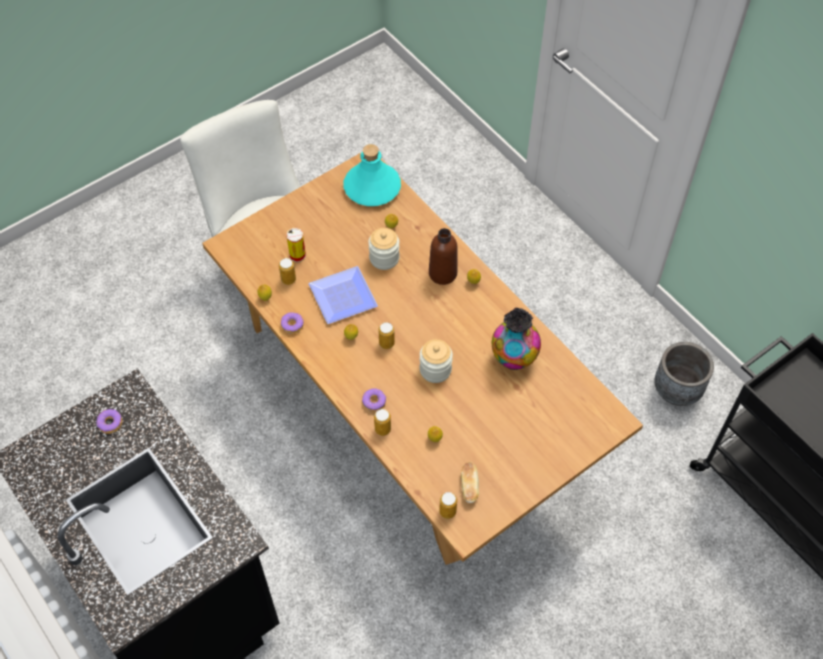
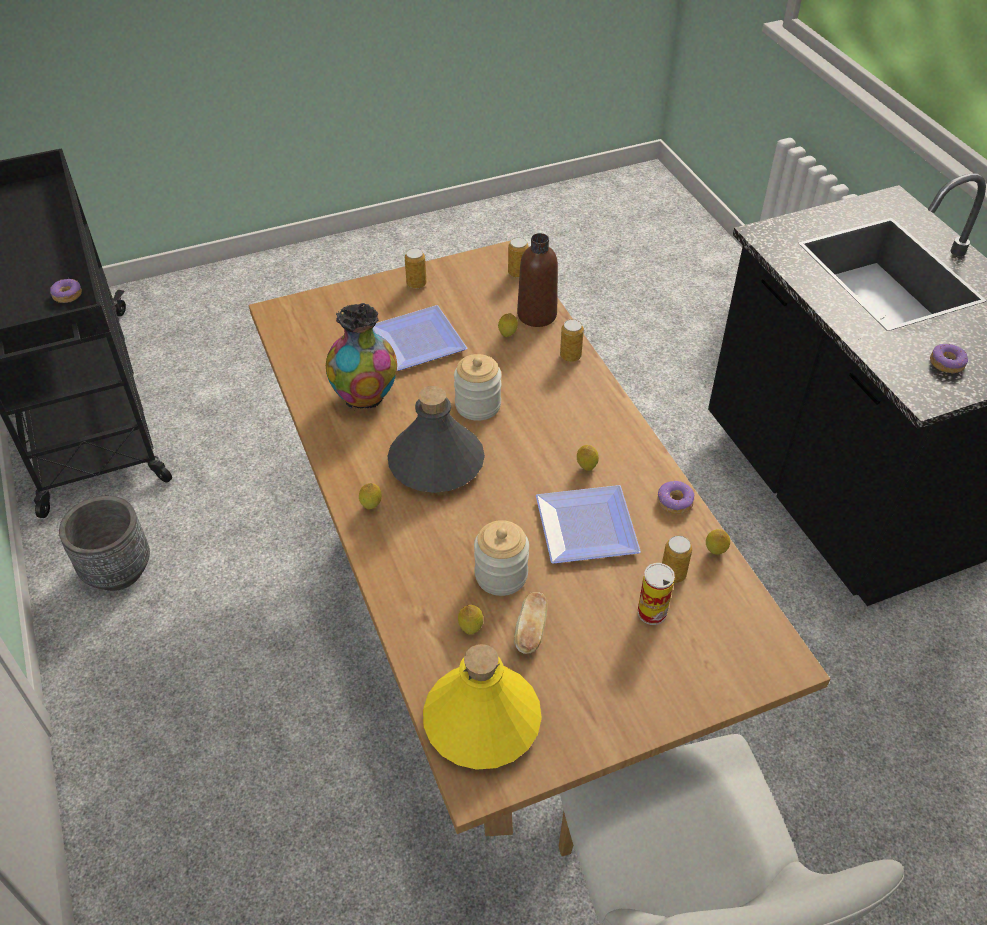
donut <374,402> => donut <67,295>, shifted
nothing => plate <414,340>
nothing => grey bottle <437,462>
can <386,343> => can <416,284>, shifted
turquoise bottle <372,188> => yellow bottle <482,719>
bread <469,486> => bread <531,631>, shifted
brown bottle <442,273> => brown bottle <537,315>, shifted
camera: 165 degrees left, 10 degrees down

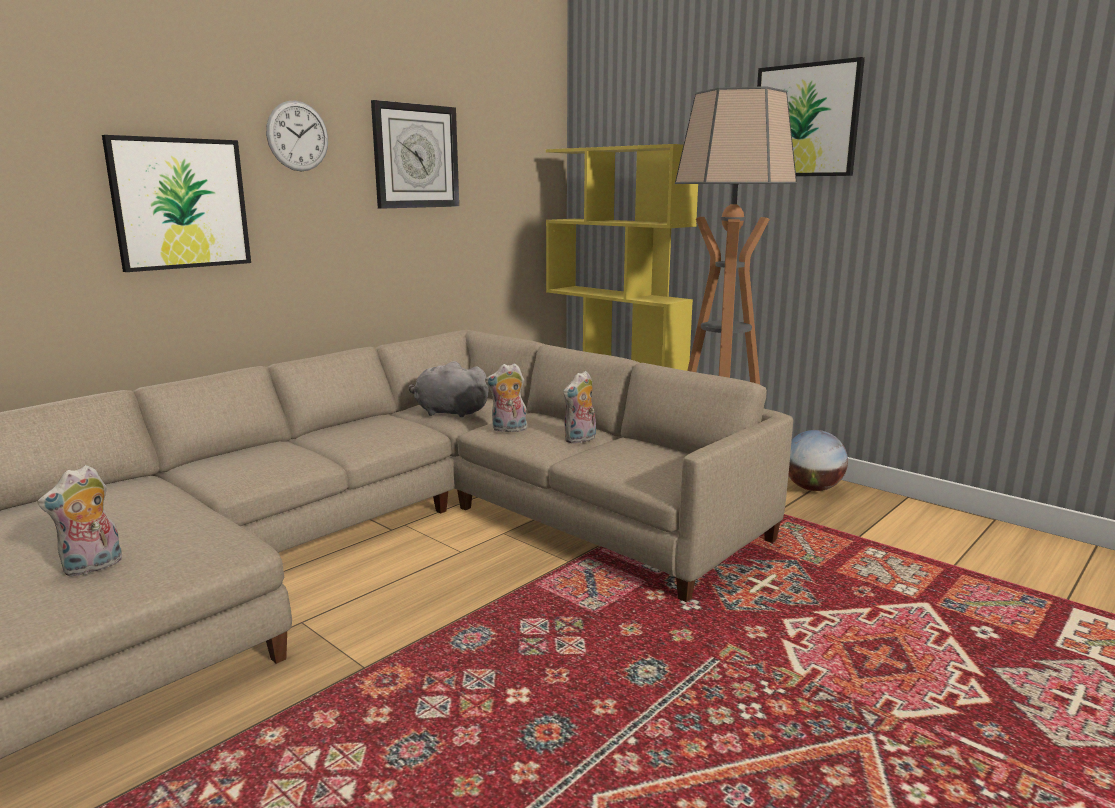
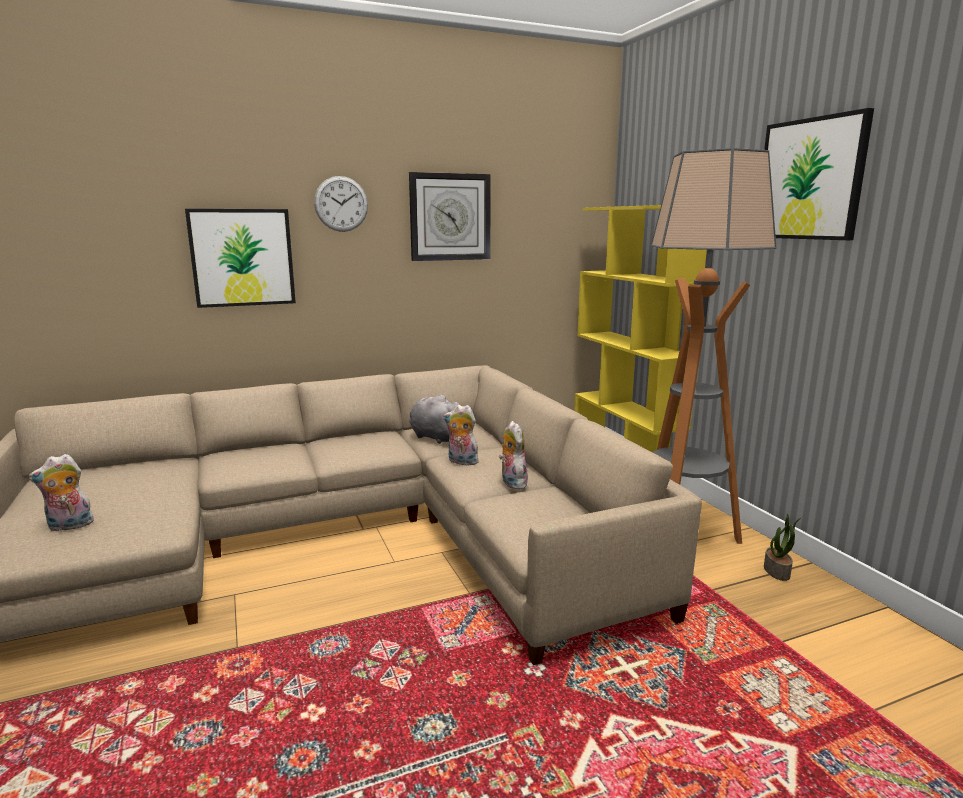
plush toy <580,440> => plush toy <511,483>, 90 degrees clockwise
globe <812,488> => potted plant <777,571>
camera: 25 degrees right, 0 degrees up

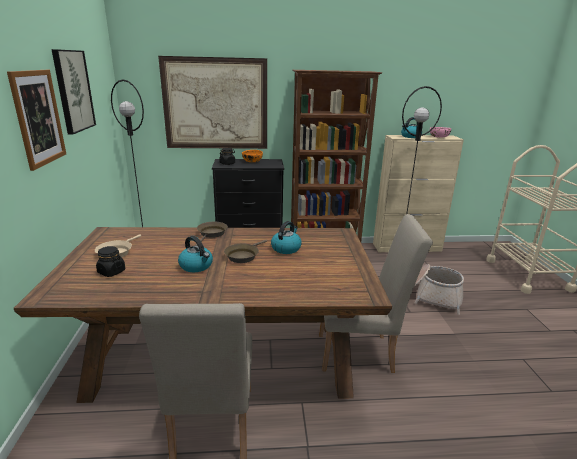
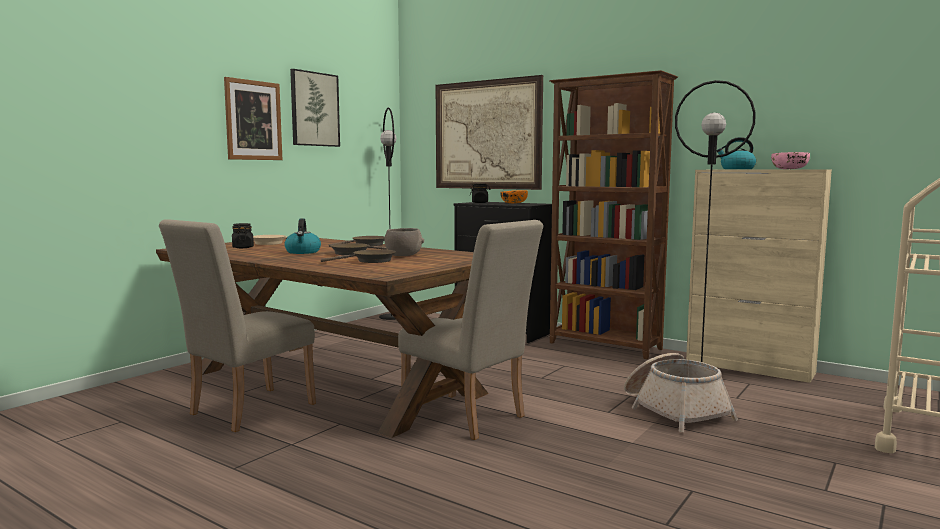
nothing => brown frying pan <370,261>
kettle <286,248> => grey bowl <403,255>
camera: 40 degrees right, 15 degrees down

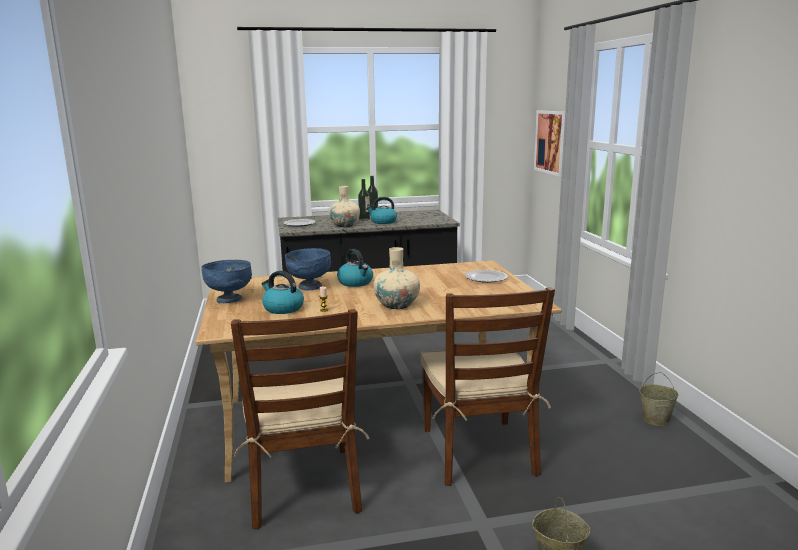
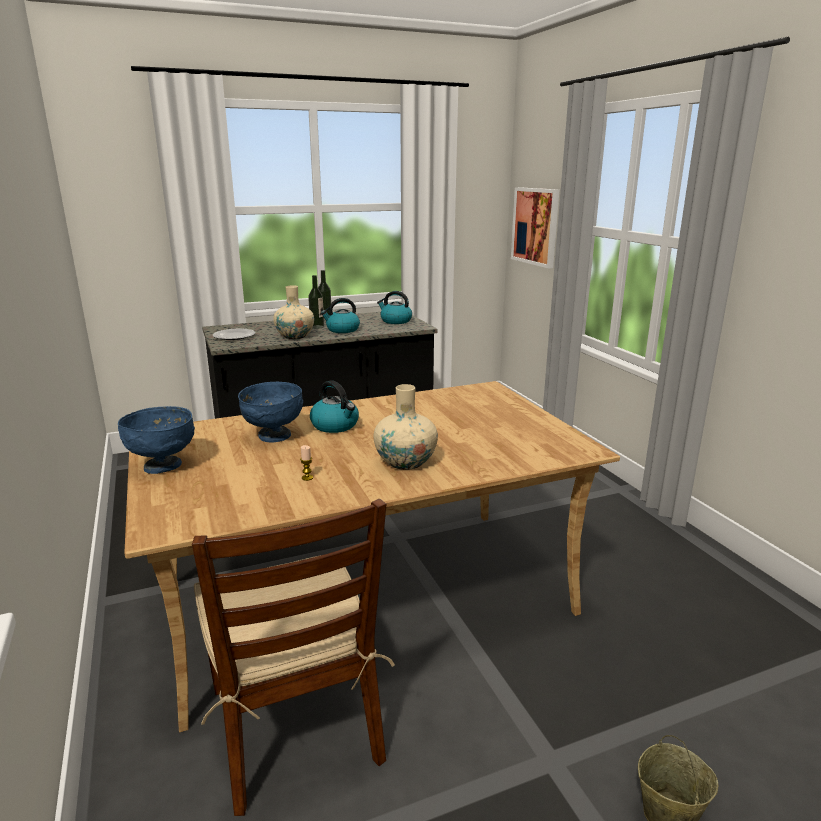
kettle <282,308> => kettle <395,321>, shifted
brown chair <479,451> => nothing
plate <486,278> => nothing
beige bucket <656,419> => nothing
camera: 10 degrees left, 5 degrees up

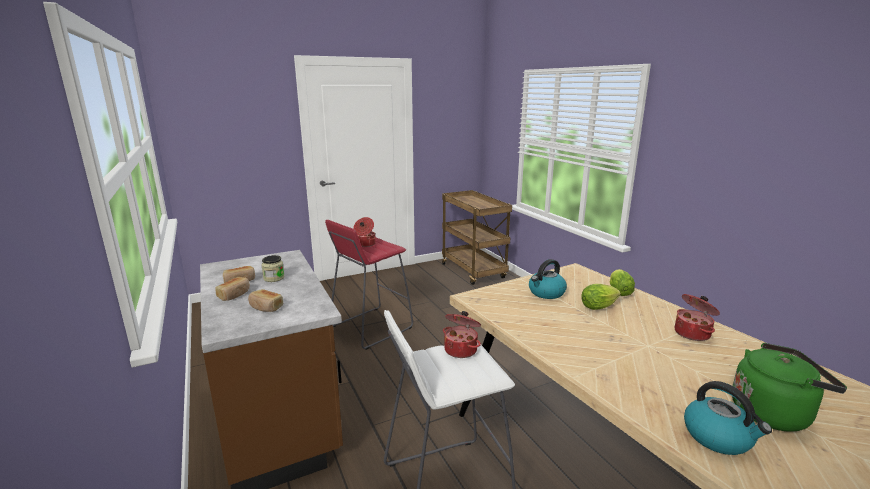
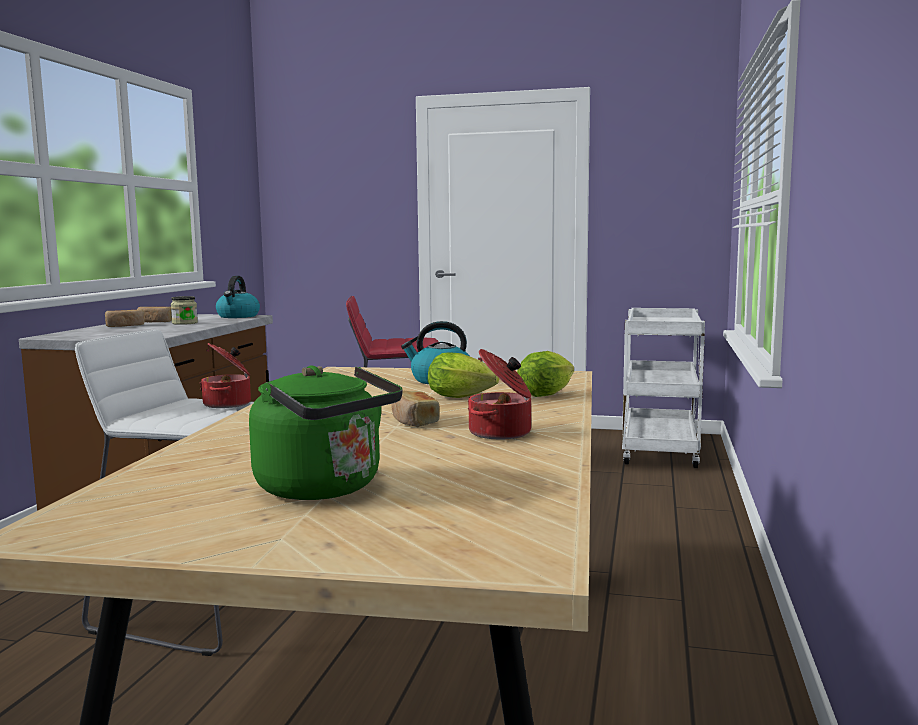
kettle <718,437> => kettle <238,316>, shifted
bread <266,307> => bread <413,421>, shifted
brown cart <474,271> => white cart <661,452>
cooking pot <365,244> => nothing
camera: 40 degrees right, 10 degrees down

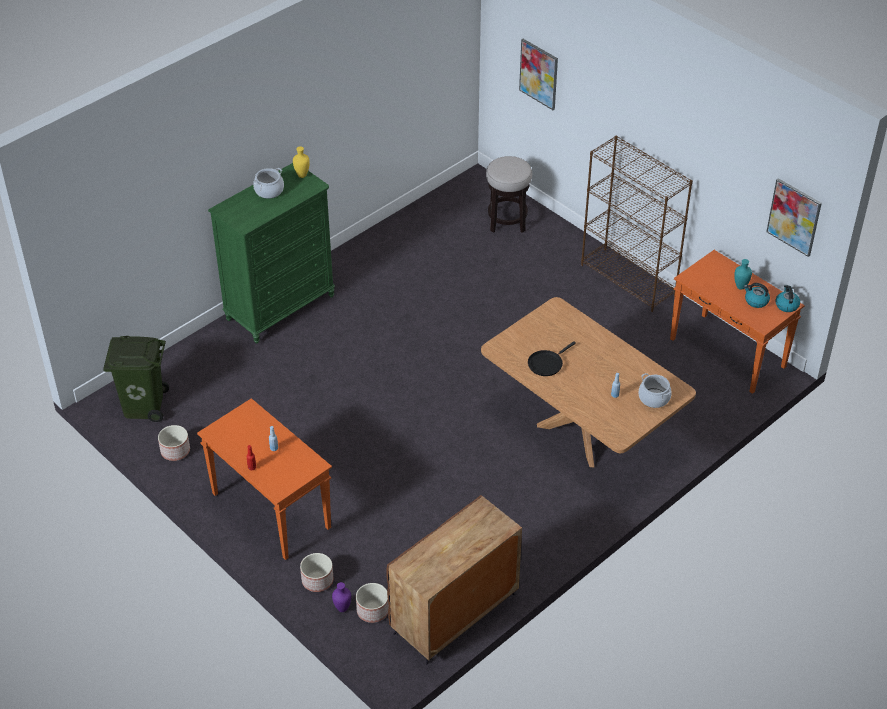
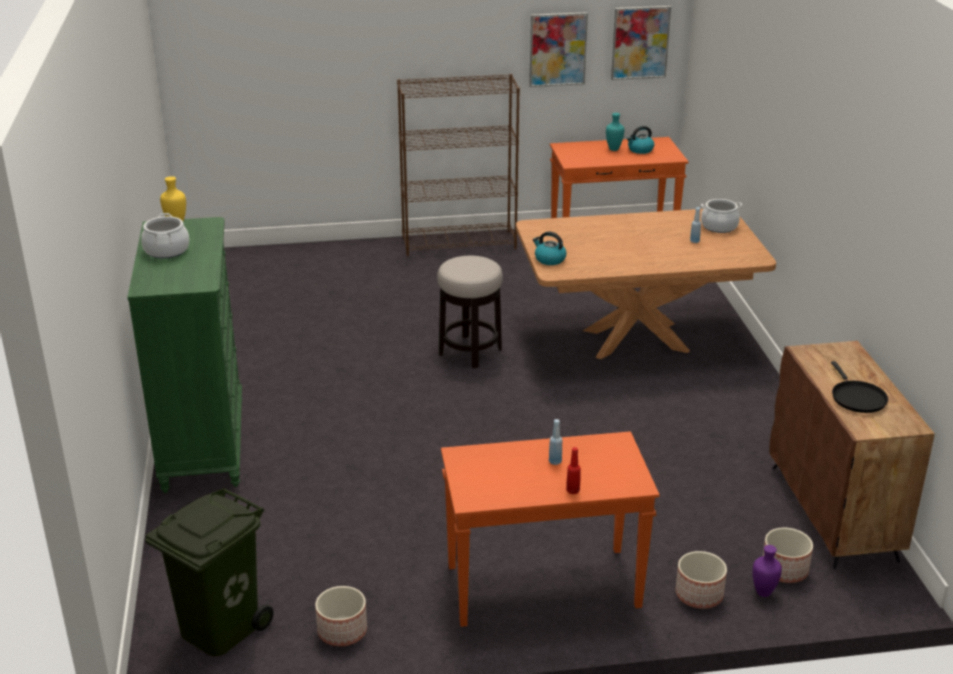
stool <507,221> => stool <470,352>, shifted
picture <539,74> => picture <557,49>, shifted
kettle <786,305> => kettle <549,259>, shifted
black frying pan <546,363> => black frying pan <856,398>, shifted
camera: 55 degrees left, 15 degrees down

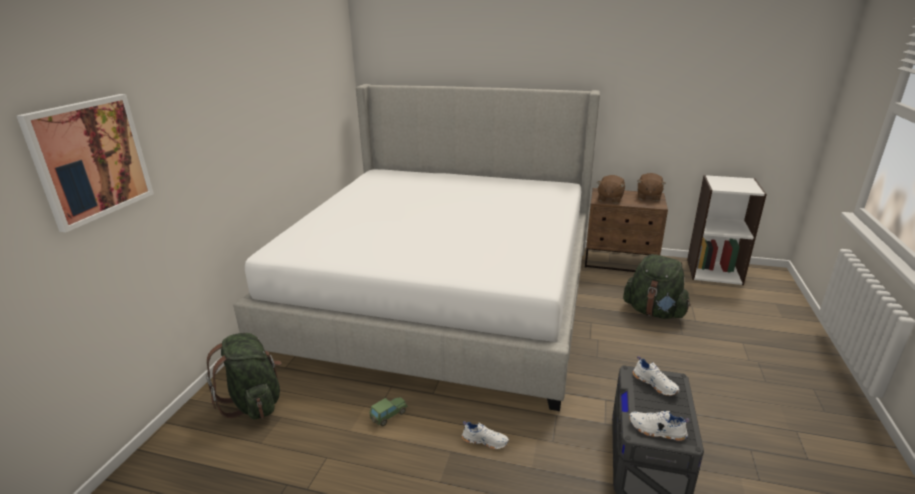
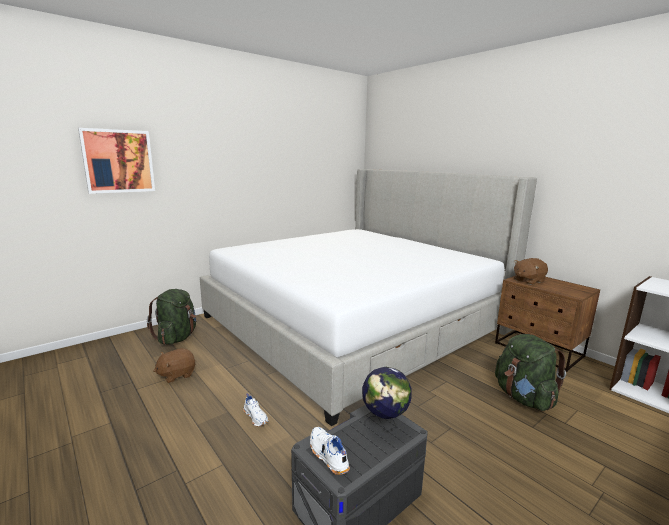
brown plush toy <648,197> => brown plush toy <177,375>, shifted
white shoe <655,384> => globe <384,424>
toy car <388,416> => nothing
camera: 35 degrees right, 10 degrees down

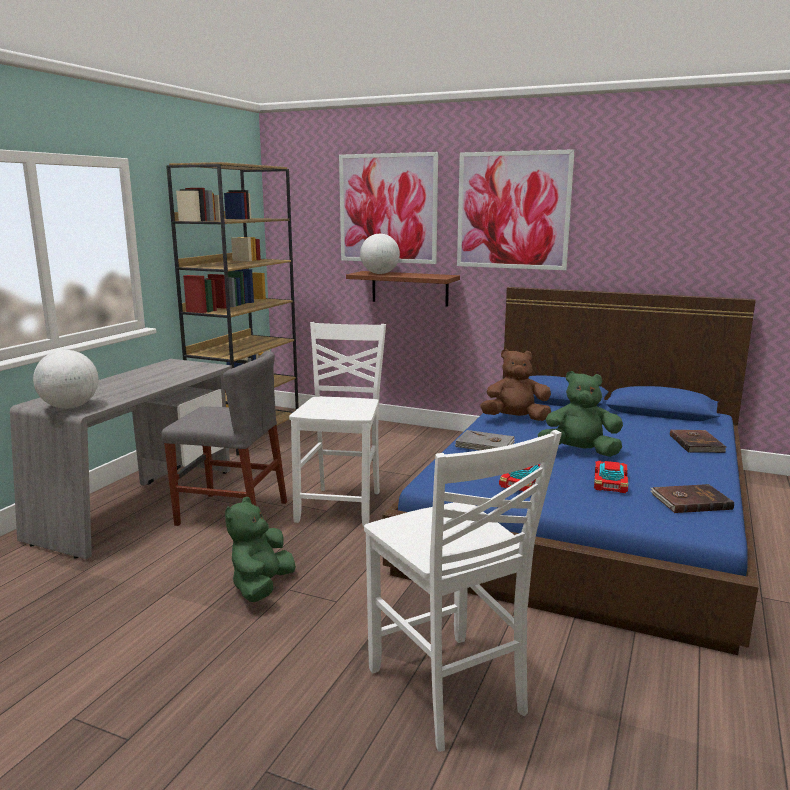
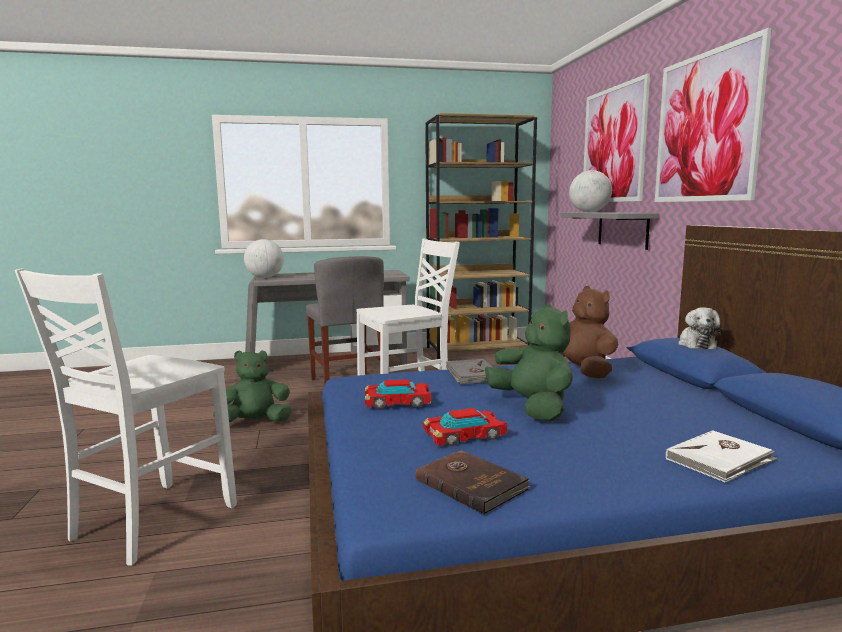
brown shelf <409,288> => grey shelf <622,229>
brown book <697,443> => white book <720,460>
nothing => plush toy <696,344>
camera: 55 degrees right, 5 degrees down

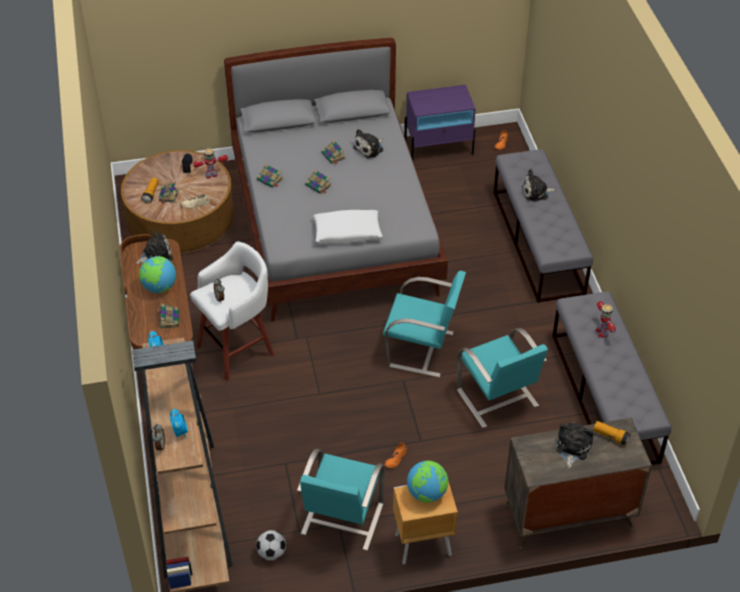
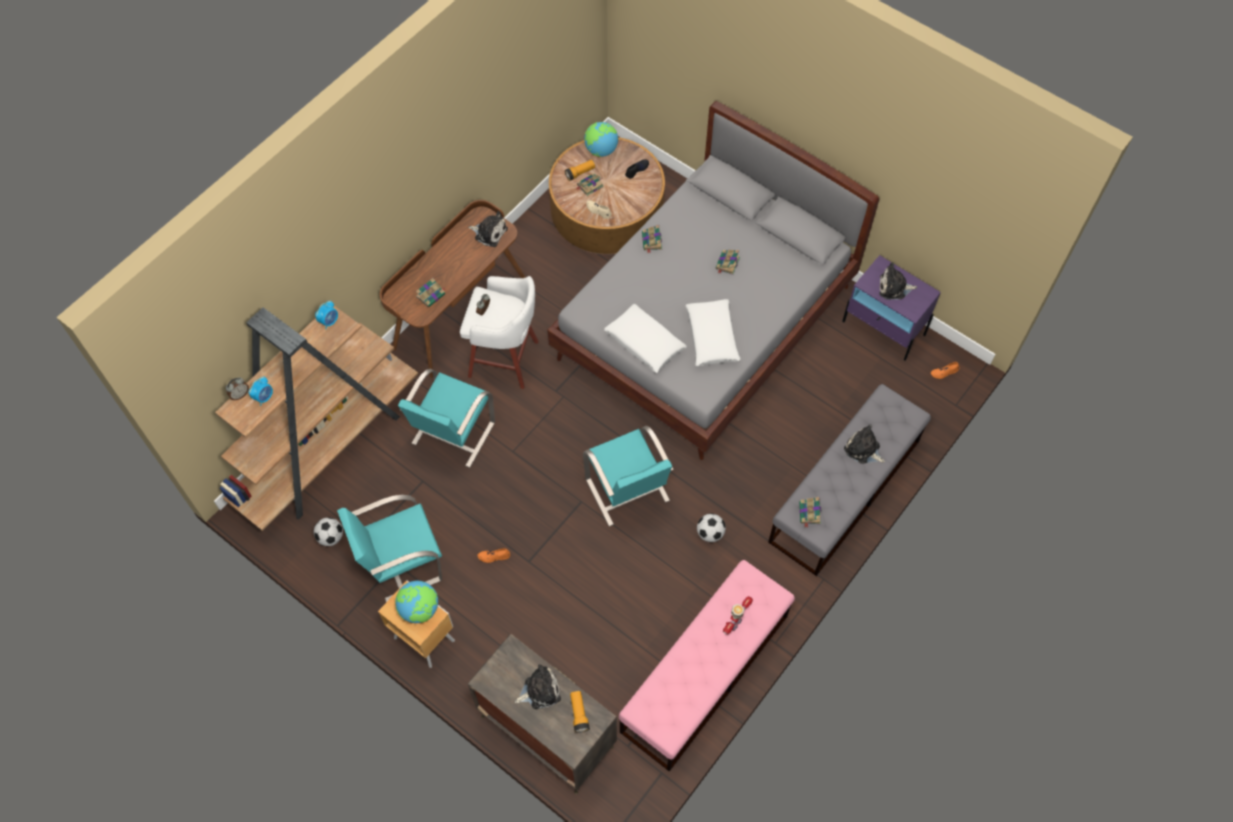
turquoise chair <497,399> => turquoise chair <452,434>, shifted
globe <159,287> => globe <601,150>, shifted
grey bench <604,397> => pink bench <704,674>
nothing => white pillow <712,337>
nothing => football <710,533>
book <318,186> => book <809,513>, shifted
plush toy <370,149> => plush toy <894,287>, shifted
toy robot <211,175> => nothing
camera: 50 degrees right, 15 degrees up

